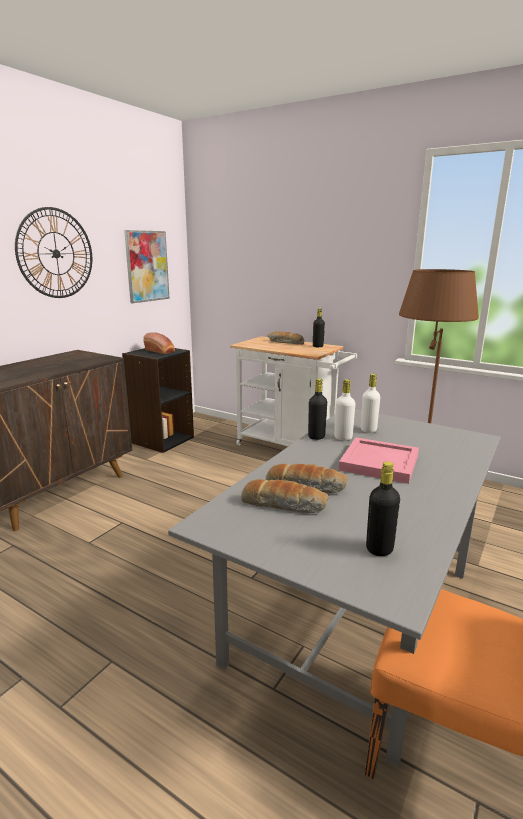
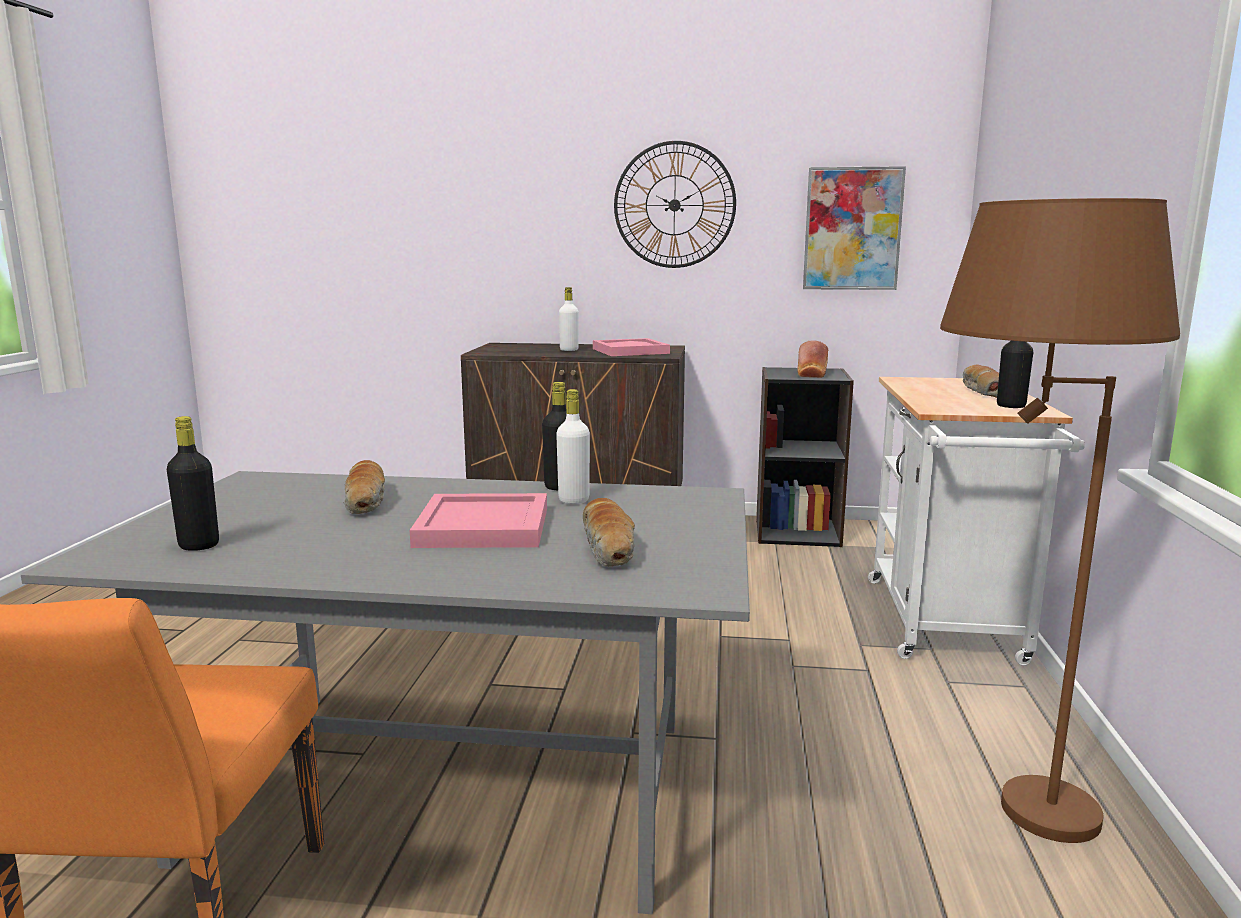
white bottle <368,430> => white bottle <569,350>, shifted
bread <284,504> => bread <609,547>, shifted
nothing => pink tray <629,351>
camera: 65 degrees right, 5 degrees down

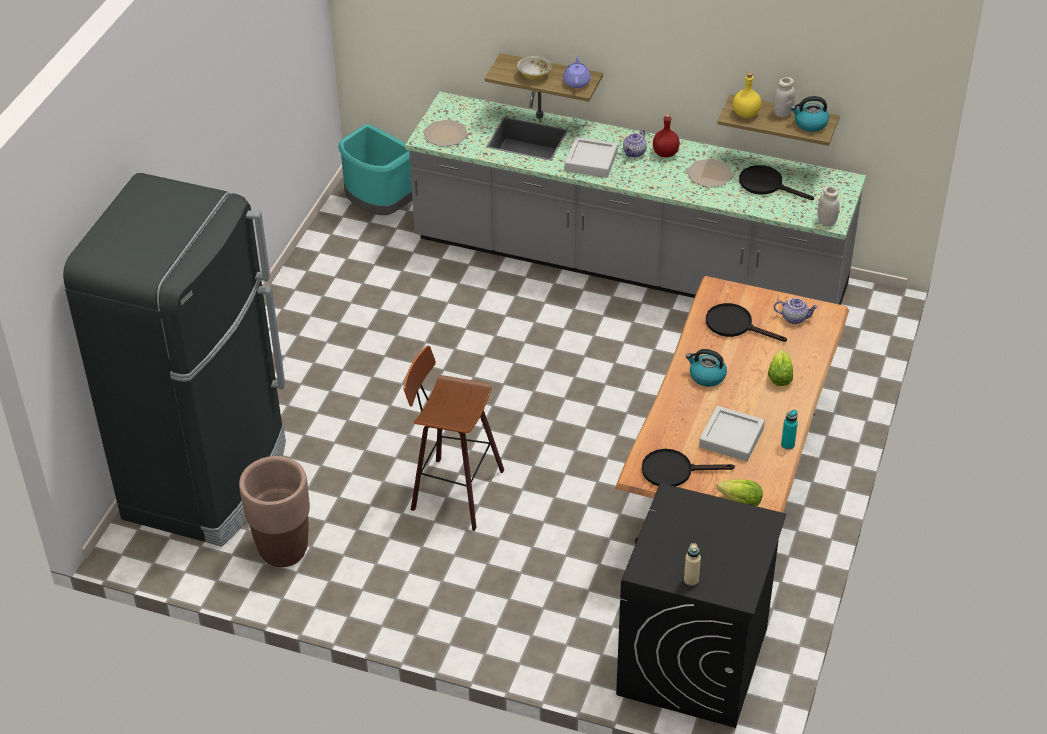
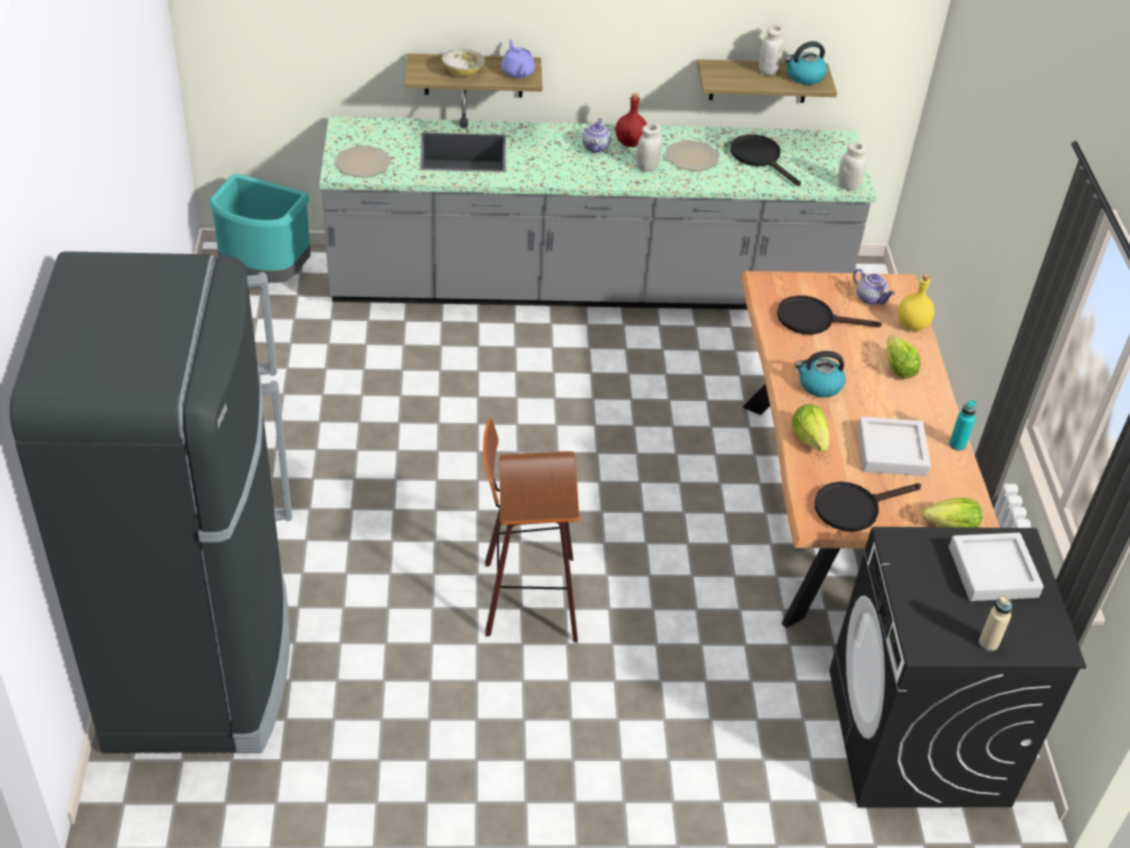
nothing => white jar <647,167>
black frying pan <766,185> => black frying pan <760,158>, 45 degrees clockwise
nothing => lettuce <809,438>
teapot <794,318> => teapot <870,298>, 60 degrees clockwise
yellow bottle <746,114> => yellow bottle <912,324>, shifted
grey tray <591,161> => grey tray <993,572>, shifted
brown planter <283,550> => nothing
camera: 25 degrees left, 0 degrees up

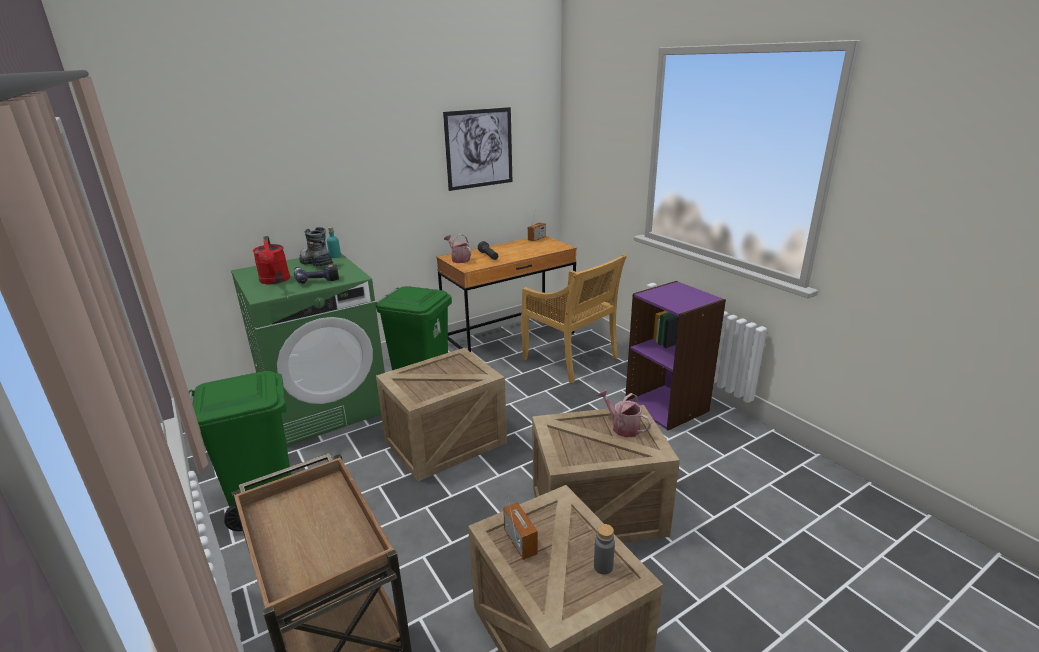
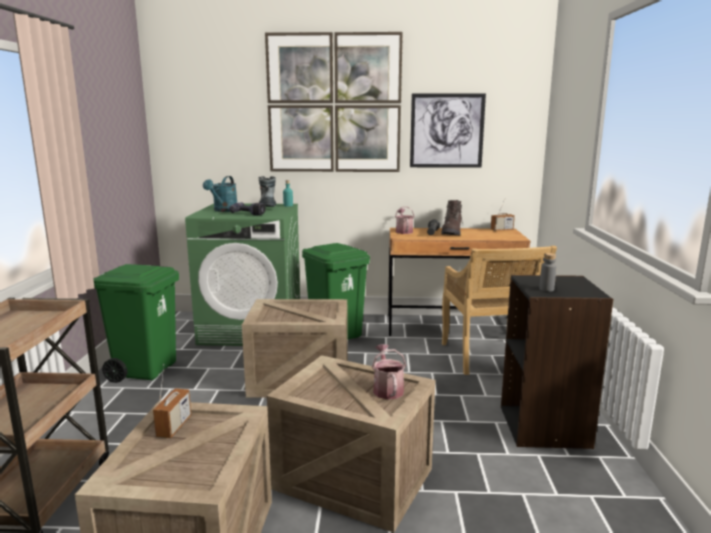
red watering can <275,281> => turquoise watering can <223,210>
nothing => picture <334,104>
nothing => brown boot <452,233>
purple bookcase <667,406> => black bookcase <545,426>
grey bottle <603,567> => grey bottle <546,289>, shifted
camera: 35 degrees right, 10 degrees down

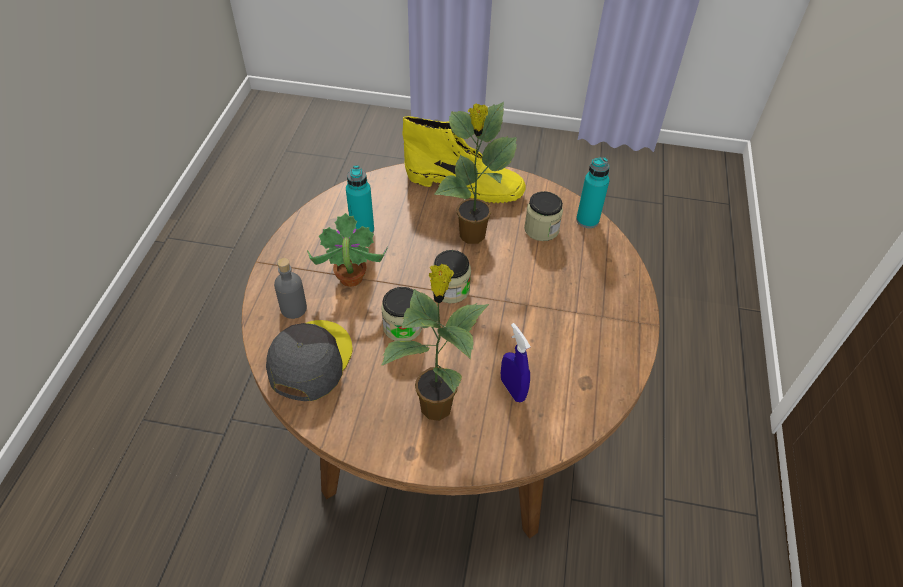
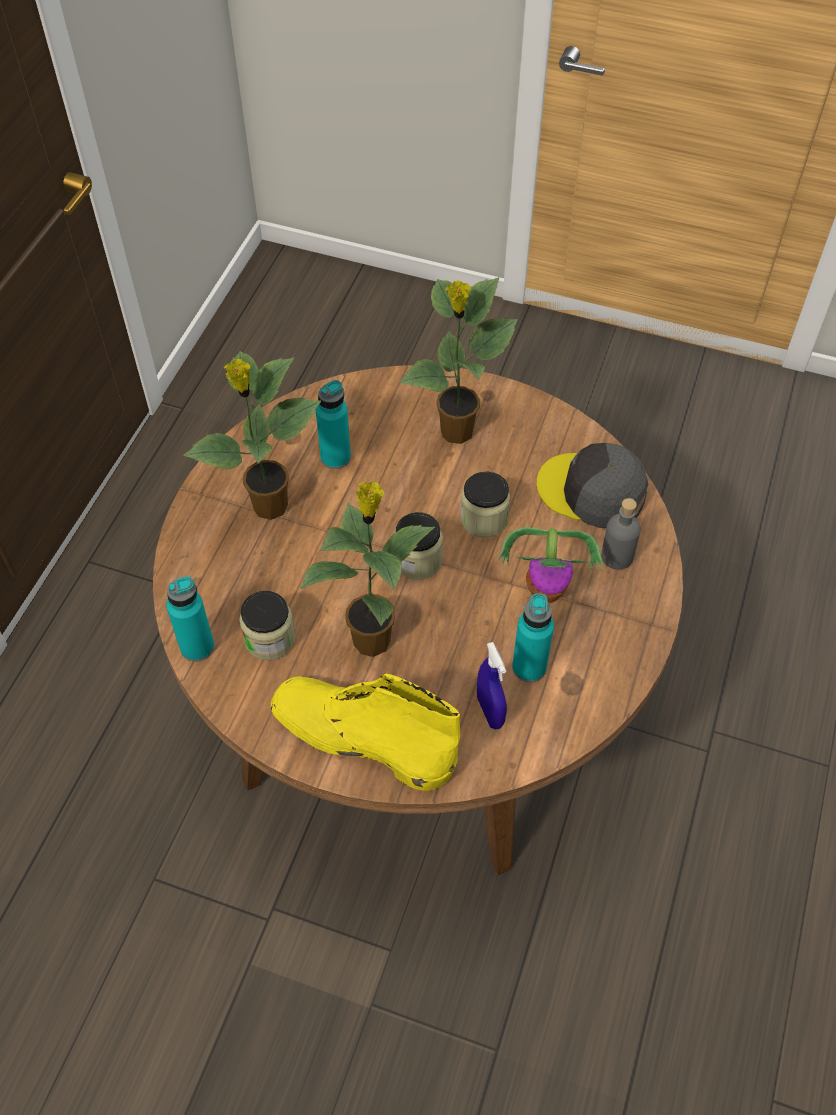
nothing => potted plant <269,508>
nothing => turquoise bottle <335,457>
blue spray bottle <512,389> => blue spray bottle <490,711>, shifted
grey cap <310,361> => grey cap <592,491>, 90 degrees clockwise
camera: 170 degrees left, 5 degrees up

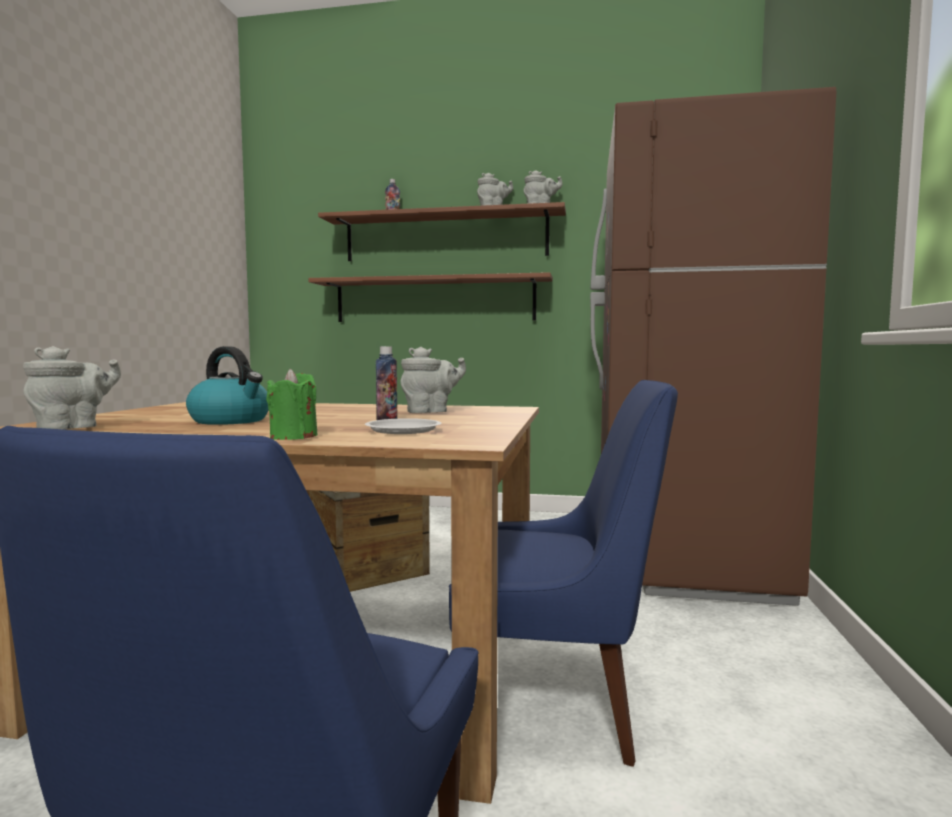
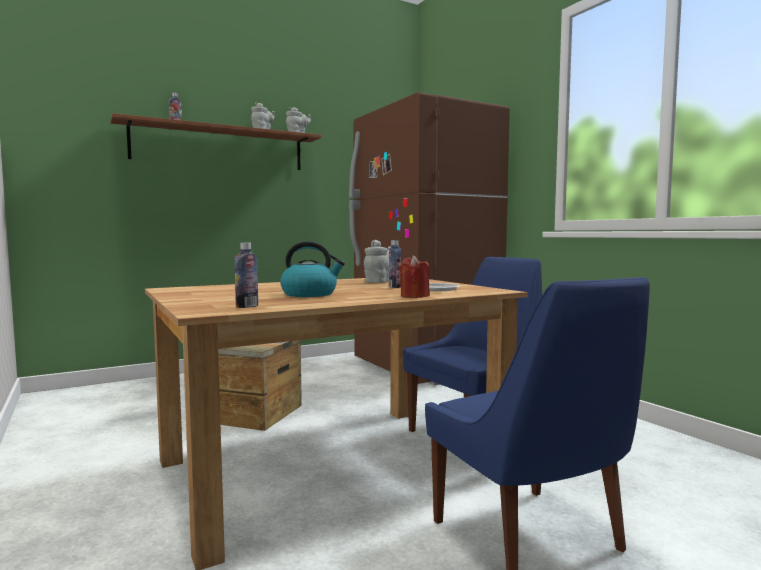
grey teapot <73,428> => bottle <247,306>
green candle <293,437> => red candle <414,296>
shelf <434,300> => nothing
camera: 40 degrees left, 0 degrees up

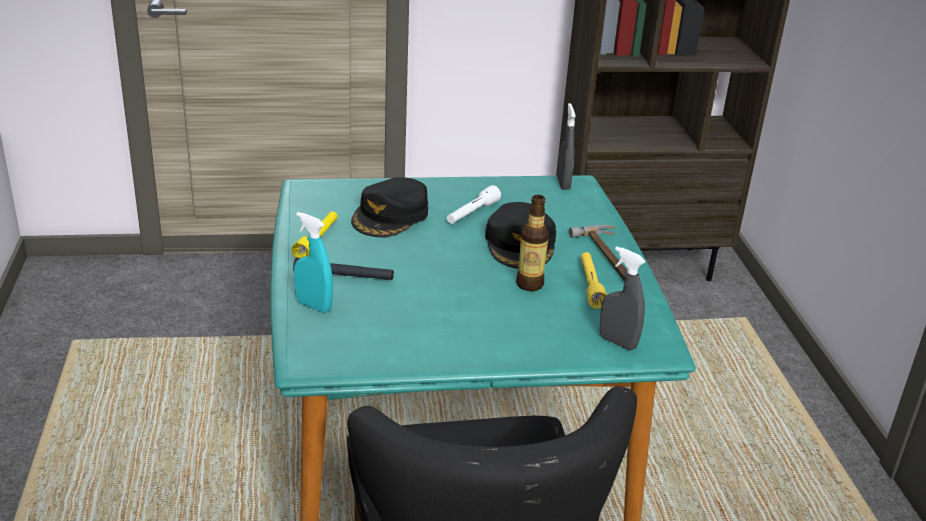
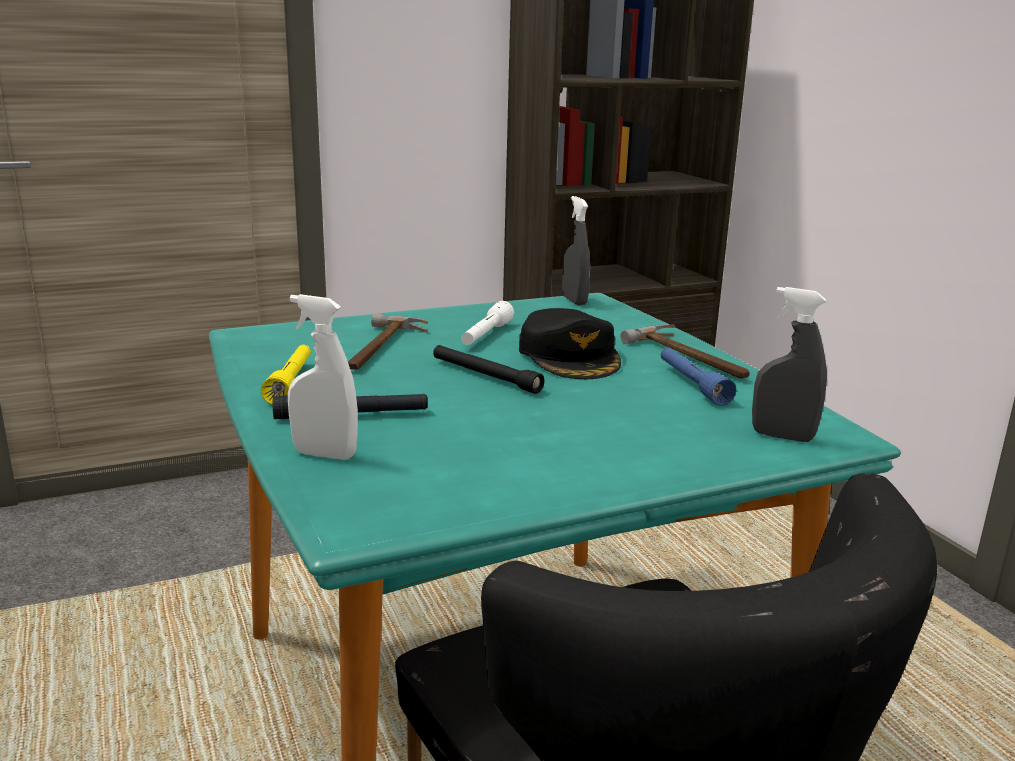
turquoise spray bottle <313,306> => white spray bottle <324,454>
black cap <391,216> => hammer <381,348>
nothing => black flashlight <485,376>
yellow flashlight <590,286> => blue flashlight <692,385>
bottle <529,284> => nothing
camera: 15 degrees left, 10 degrees down

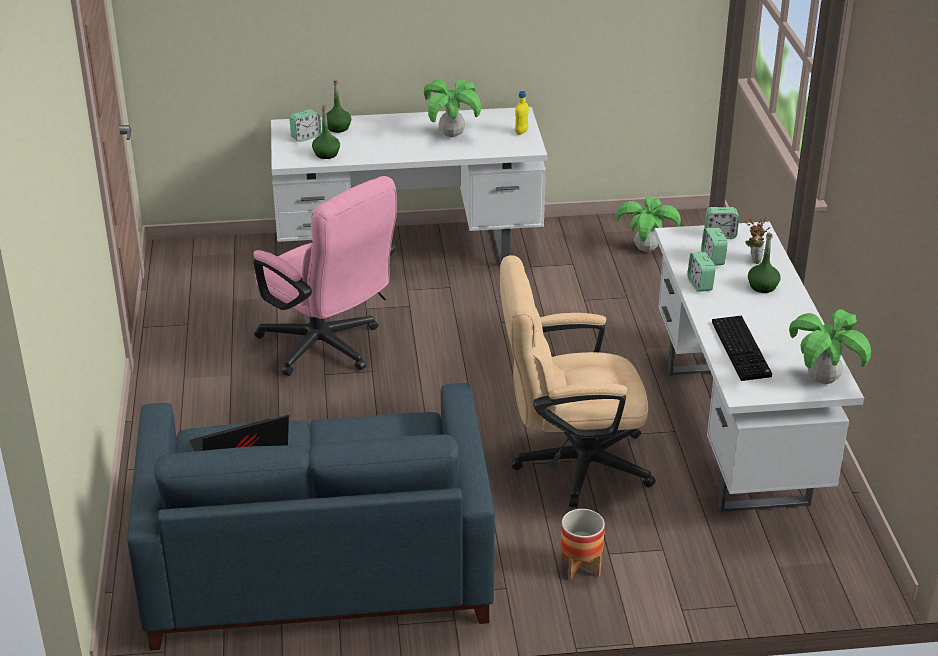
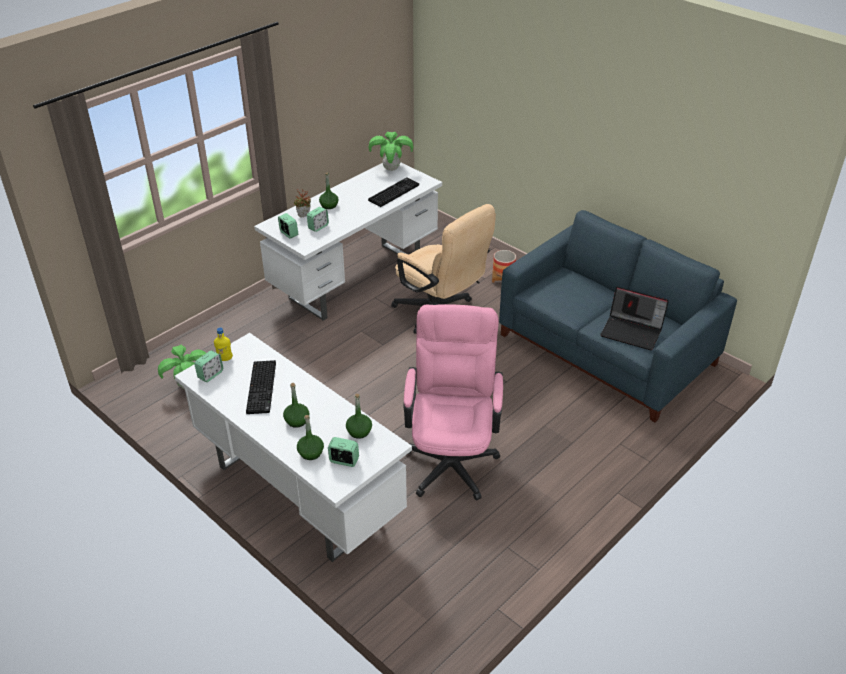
alarm clock <700,284> => alarm clock <210,375>, shifted
potted plant <451,135> => keyboard <262,388>
nothing => green bottle <297,421>
camera: 130 degrees left, 5 degrees up

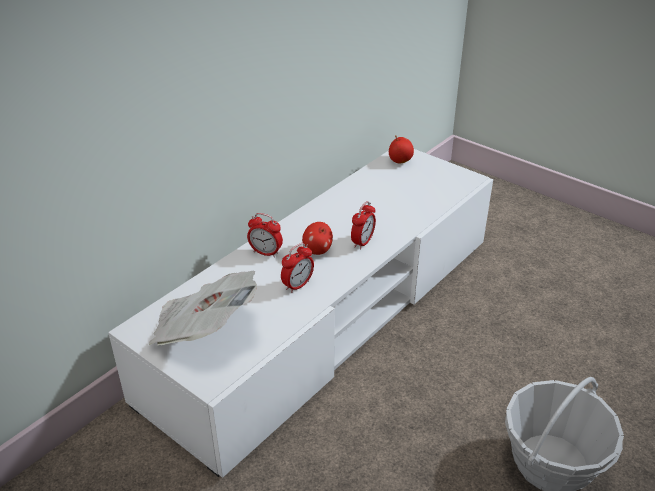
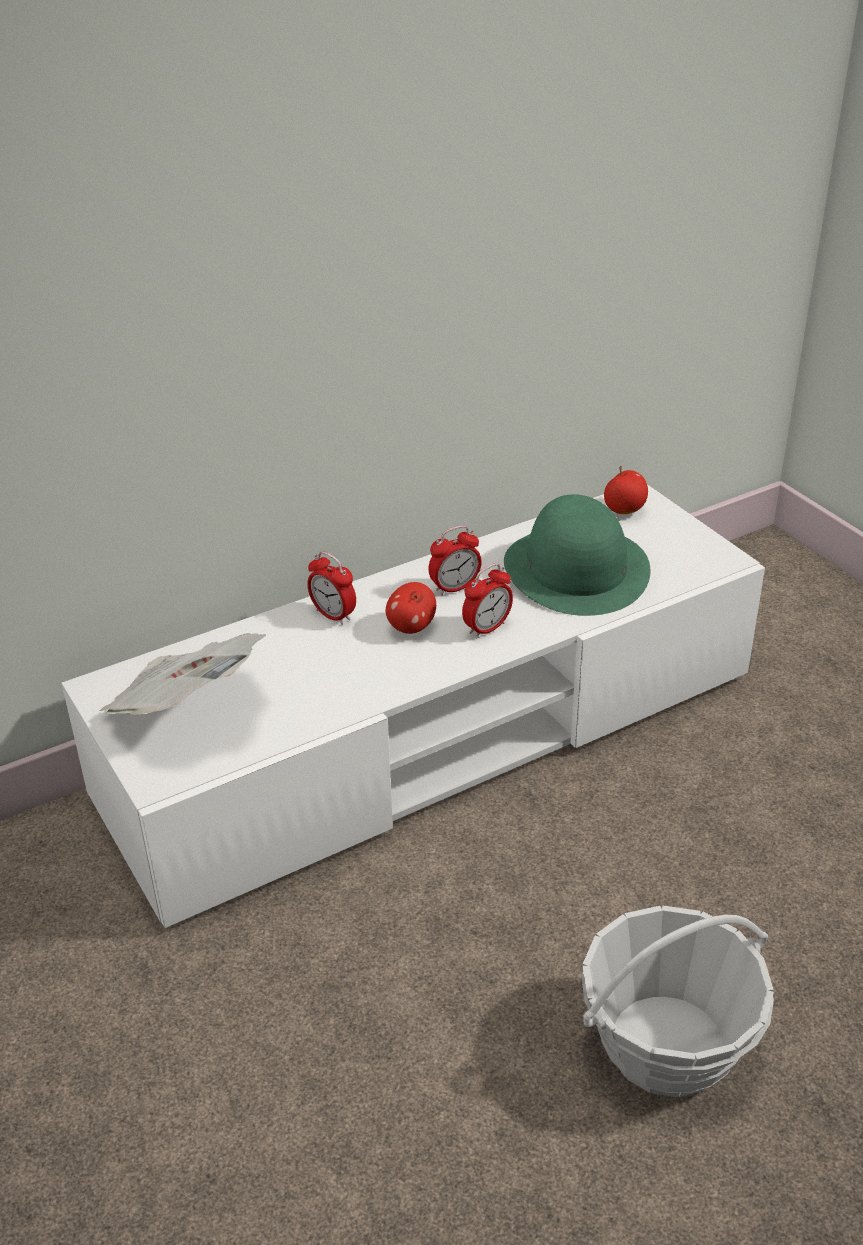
alarm clock <297,285> => alarm clock <454,588>, shifted
nothing => green hat <576,570>
camera: 20 degrees right, 0 degrees up

